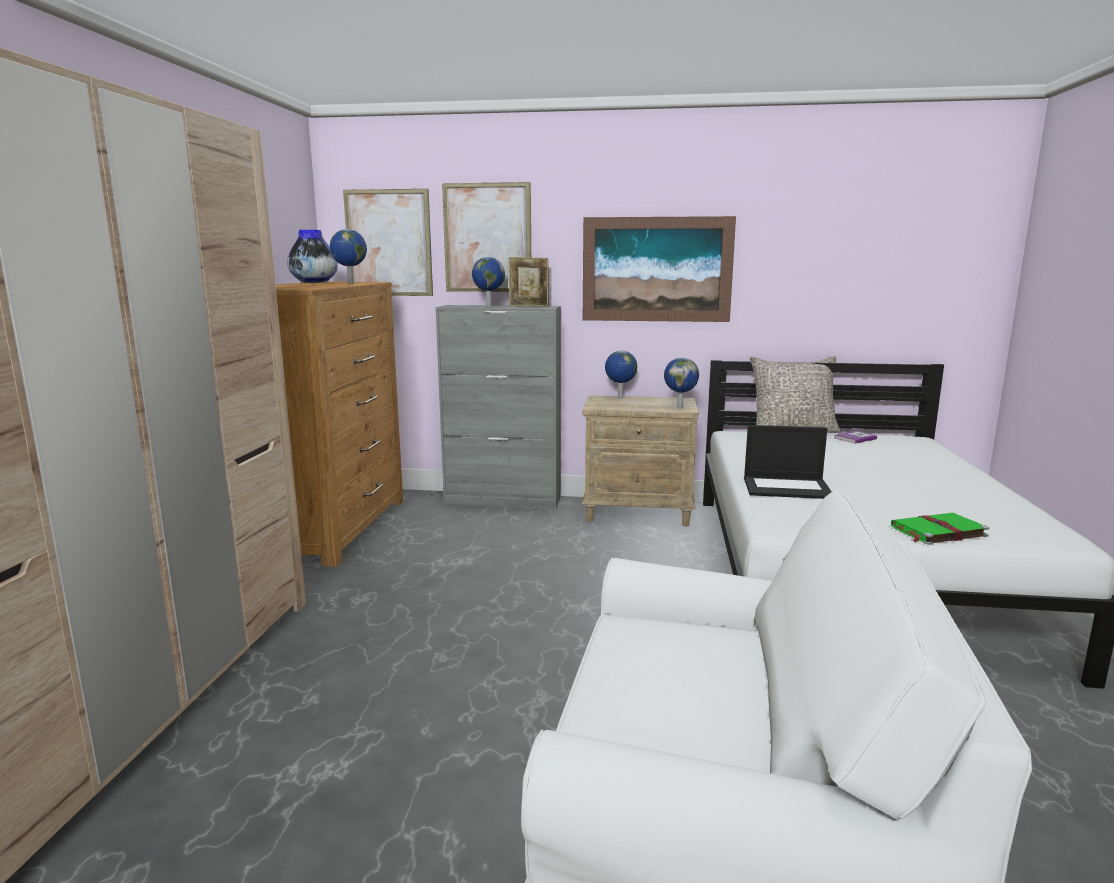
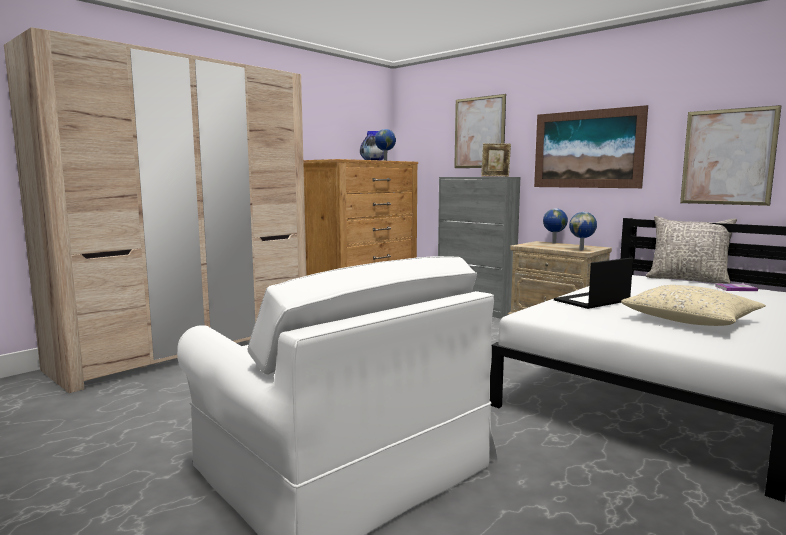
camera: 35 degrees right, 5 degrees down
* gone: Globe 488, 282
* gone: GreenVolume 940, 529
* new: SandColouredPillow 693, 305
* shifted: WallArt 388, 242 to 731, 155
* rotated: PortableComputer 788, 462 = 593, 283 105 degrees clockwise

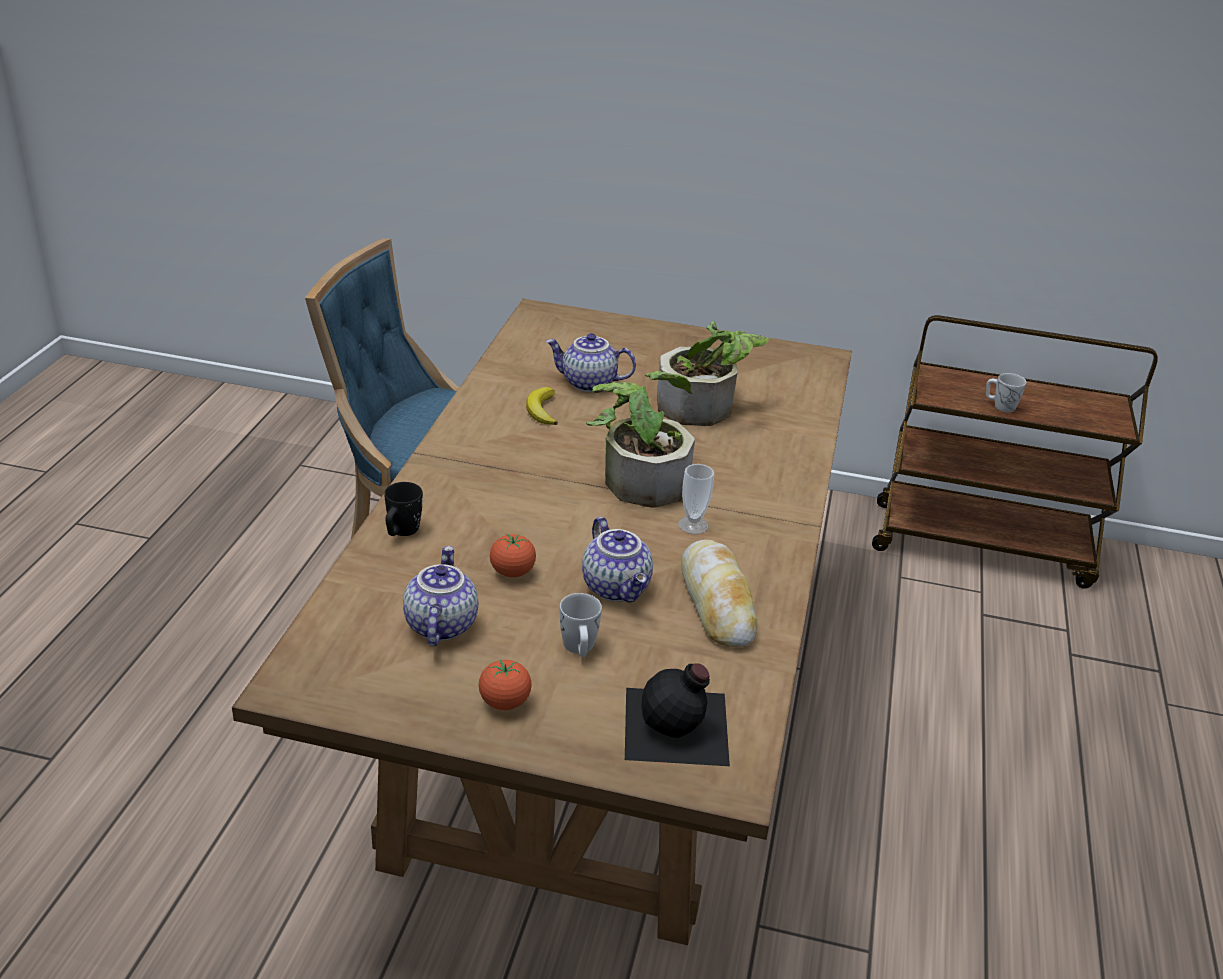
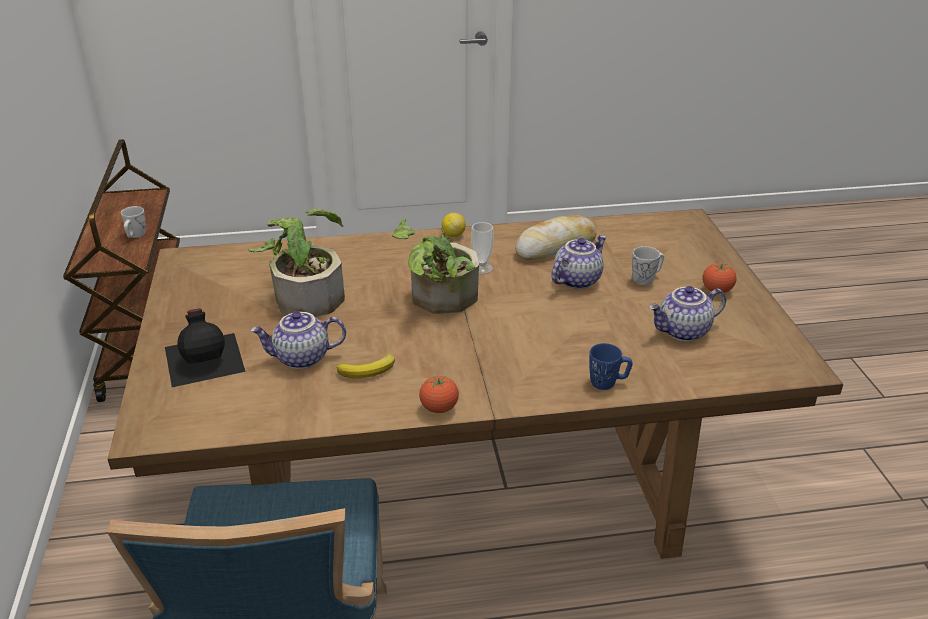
camera: 110 degrees left, 0 degrees up
* new: CitrusFruit 454, 225
* shifted: WholeTomato 513, 555 to 439, 394
* shifted: BlackDrinkBottle 677, 714 to 205, 347
* repainted: BlackCoffeeMug 403, 509 to BlueColouredCoffeeMug 611, 366
* rotated: Teapot 591, 362 = 298, 340 90 degrees clockwise

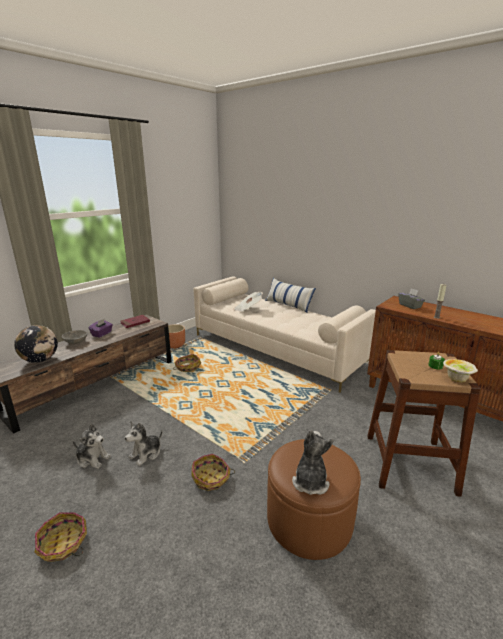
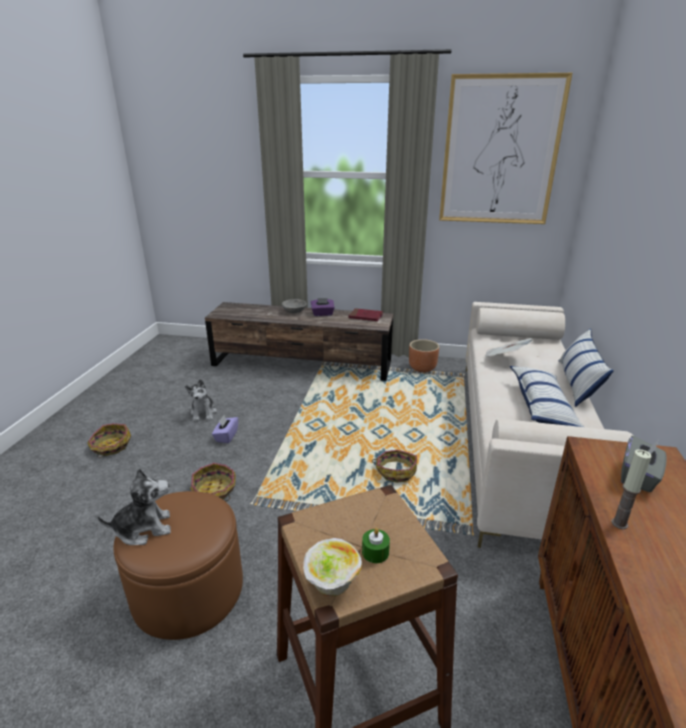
camera: 60 degrees right, 5 degrees up
* gone: Globe 36, 344
* new: WallArt 505, 148
* new: Pillow 547, 396
* shifted: HouseholdBasket 187, 363 to 394, 466
* swapped: PlushToy 144, 443 to PurpleBoxOfTissues 225, 429

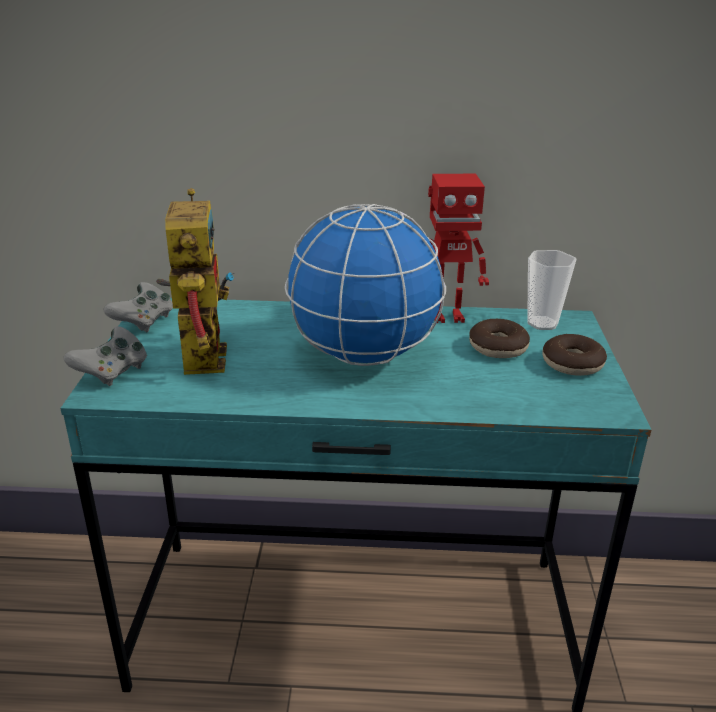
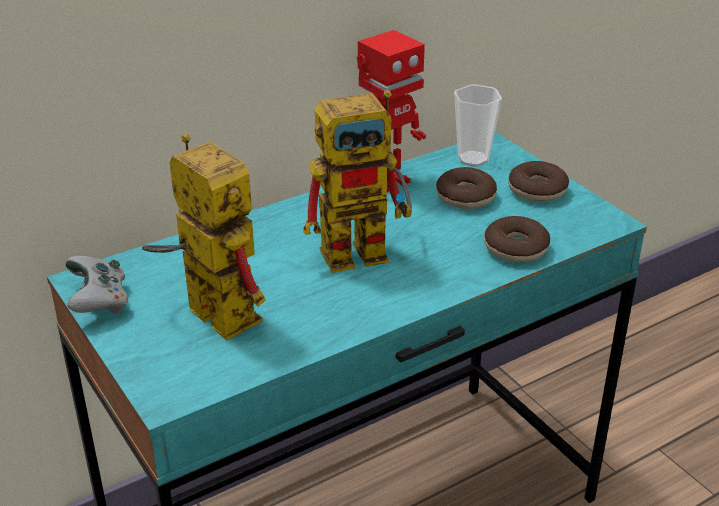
camera: 35 degrees left, 5 degrees up
* gone: GreyishJoypad 105, 356
* new: Donut 517, 239
* swapped: Globe 365, 285 to RobotFigure 357, 181

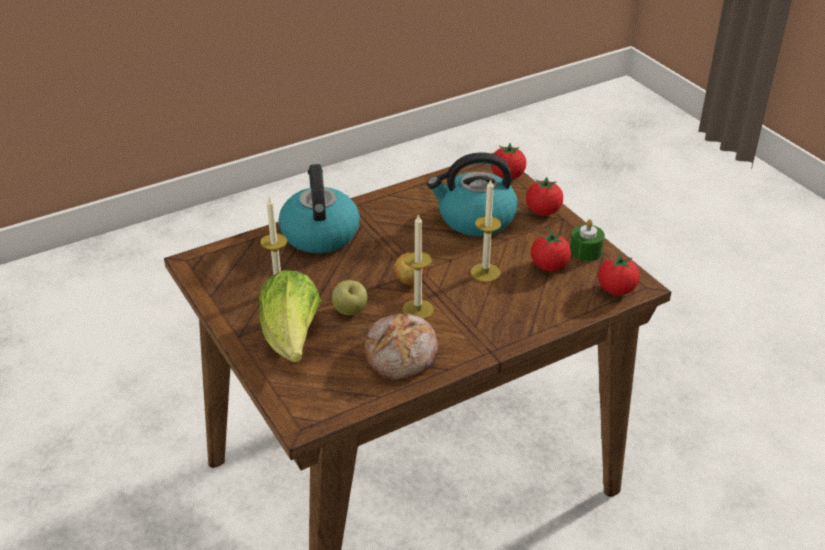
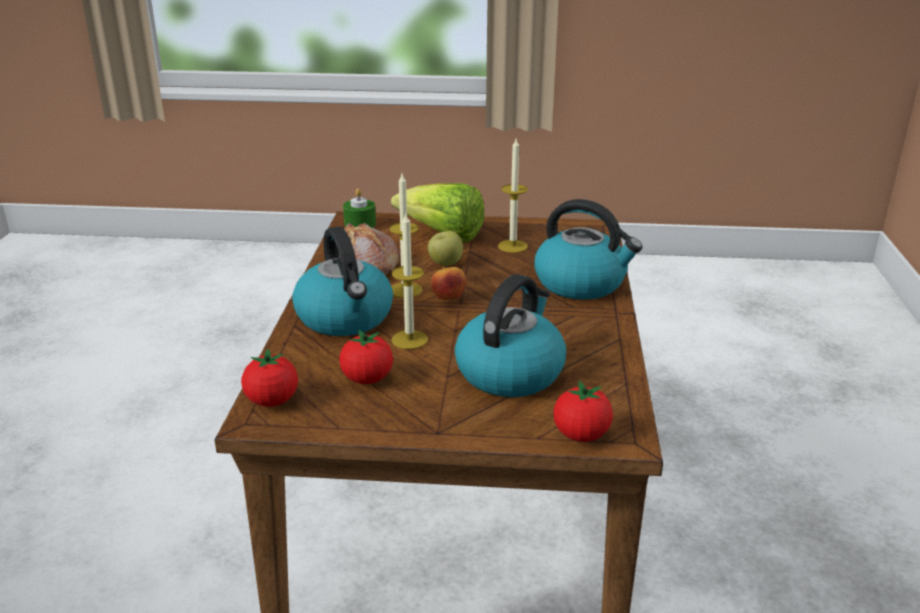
camera: 125 degrees right, 10 degrees down
* gone: WholeTomato 544, 196
* new: WaterKettle 342, 281
* shifted: GreenCandle 587, 240 to 359, 208

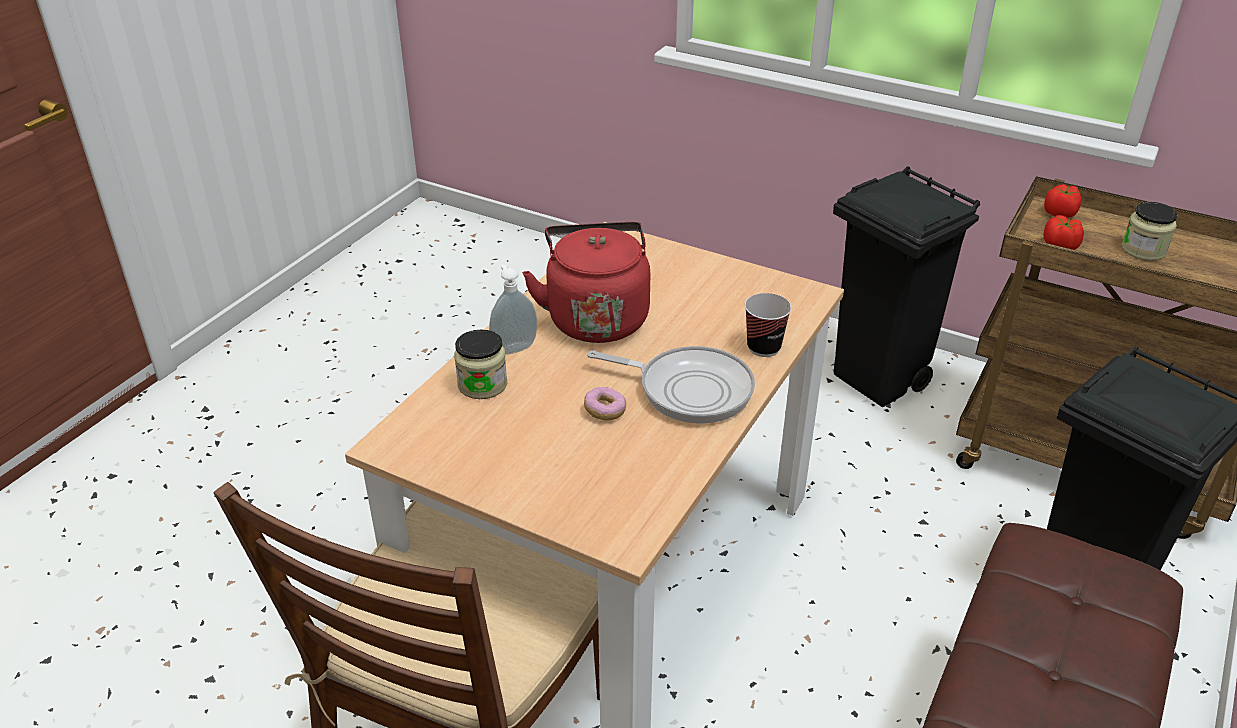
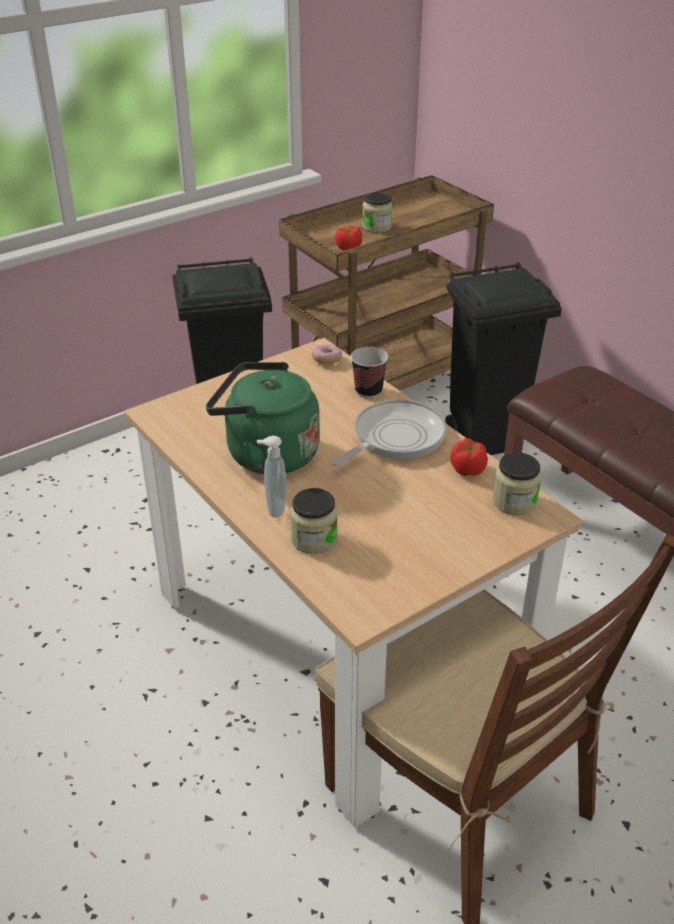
camera: 65 degrees left, 0 degrees up
* new: StorageJar 516, 483
* shifted: Donut 605, 404 to 327, 354
* shifted: WholeTomato 1062, 201 to 469, 457
* repainted: RedWaterKettle 586, 282 to GreenWaterKettle 263, 418

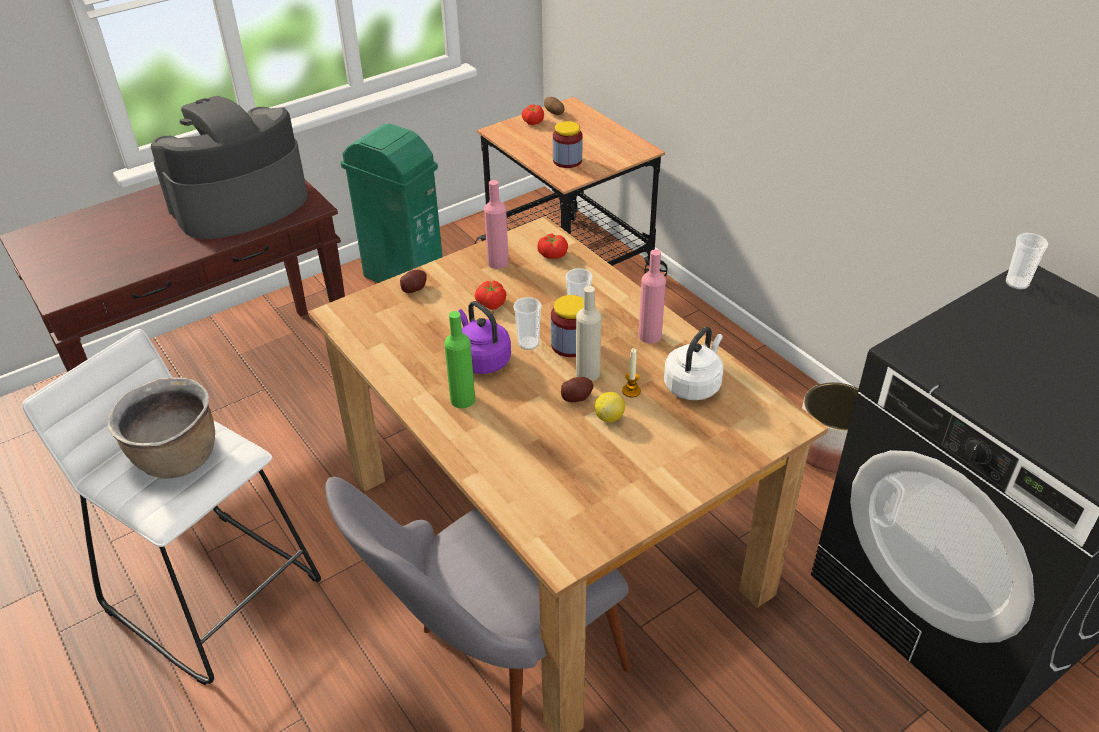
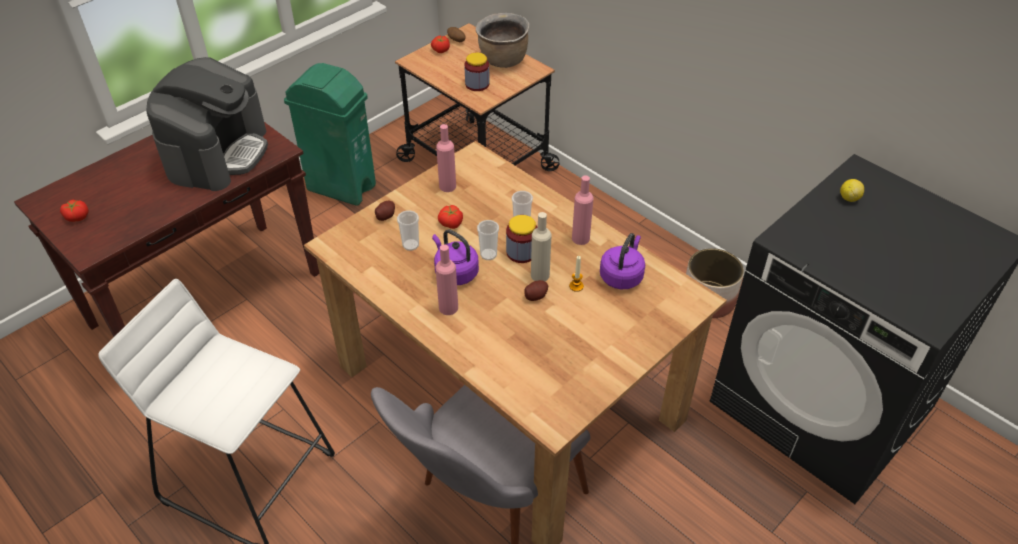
camera: 10 degrees left, 5 degrees up
* shifted: BrownStockpot 161, 428 to 503, 40
* shifted: WholeTomato 552, 246 to 74, 211
* shifted: CitrusFruit 610, 407 to 852, 190
* shifted: SmallCup 1027, 261 to 408, 230
* repainted: GreenDrinkBottle 459, 359 to PinkDrinkBottle 447, 279
* repainted: WhitishWaterKettle 693, 363 to PurpleWaterKettle 622, 261
* rotated: CoffeeMaker 229, 167 = 207, 124 150 degrees clockwise

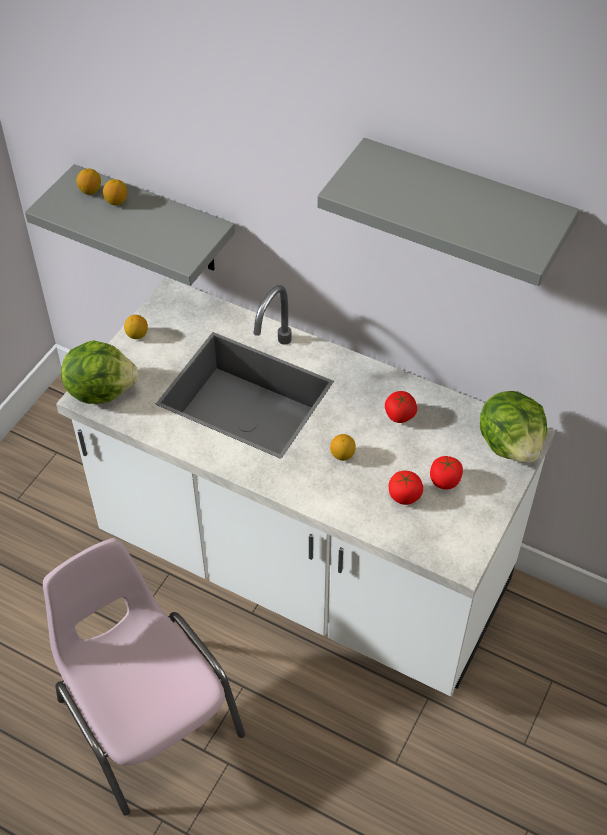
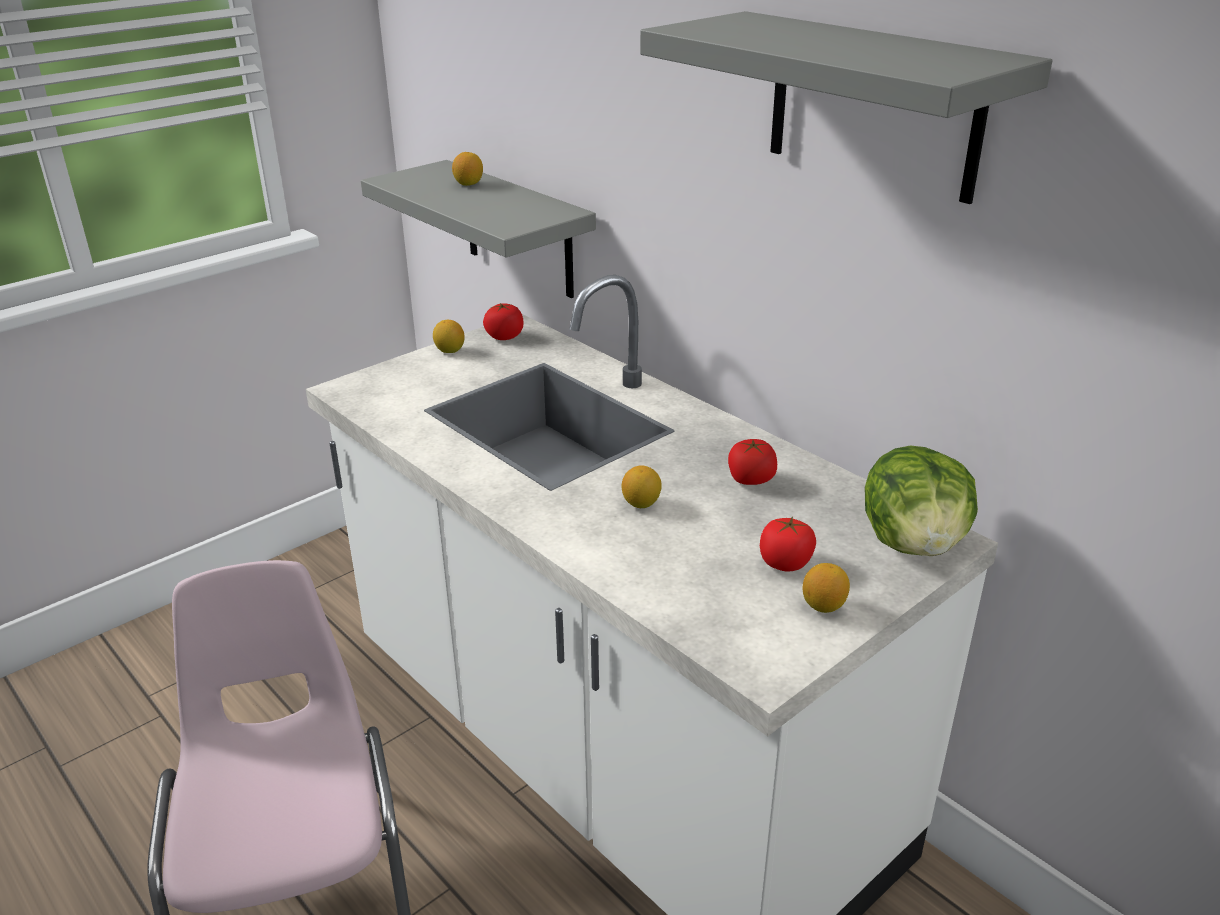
camera: 20 degrees right, 20 degrees down
* gone: HeadOfLettuce 100, 372
* shifted: CitrusFruit 89, 182 to 826, 588
* shifted: WholeTomato 406, 488 to 503, 321

